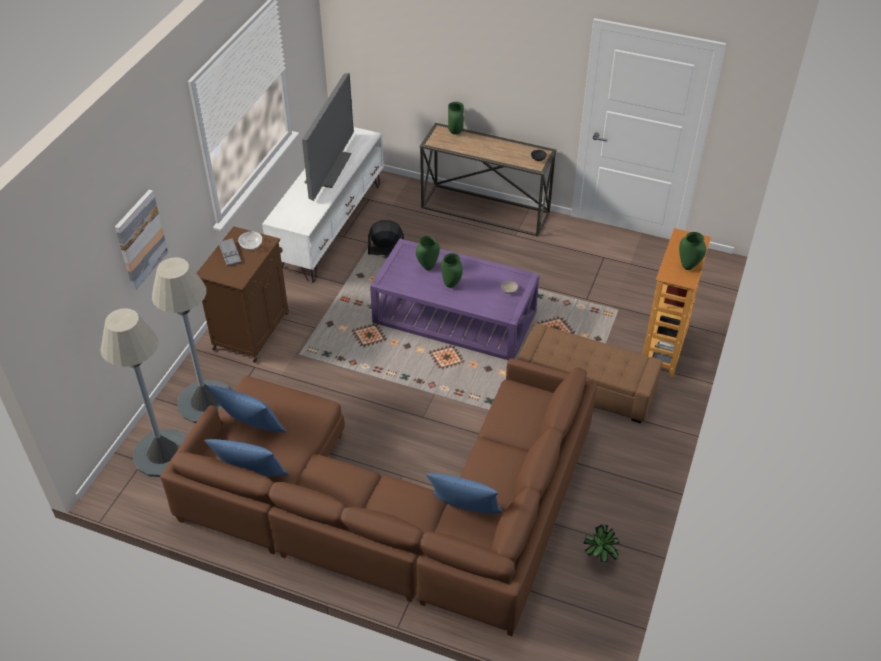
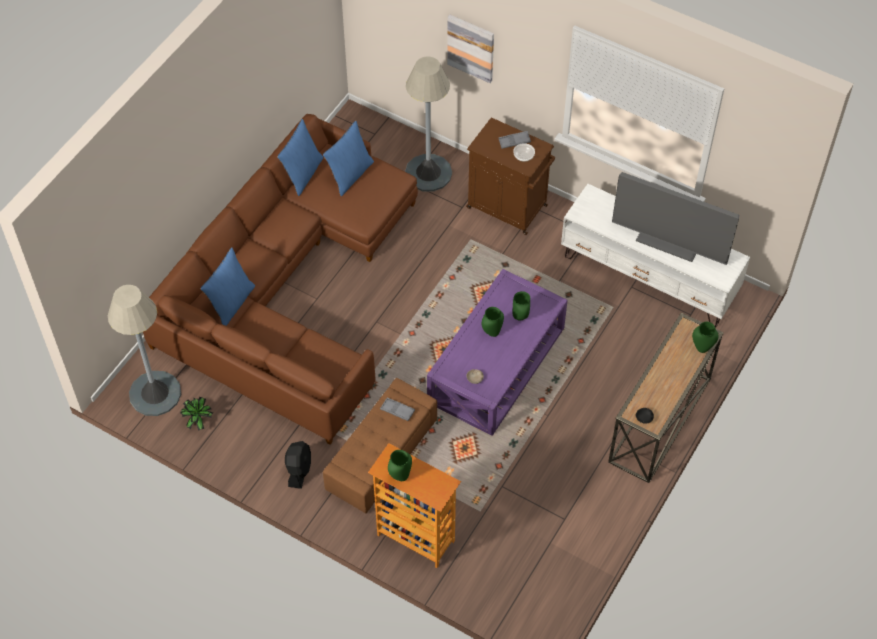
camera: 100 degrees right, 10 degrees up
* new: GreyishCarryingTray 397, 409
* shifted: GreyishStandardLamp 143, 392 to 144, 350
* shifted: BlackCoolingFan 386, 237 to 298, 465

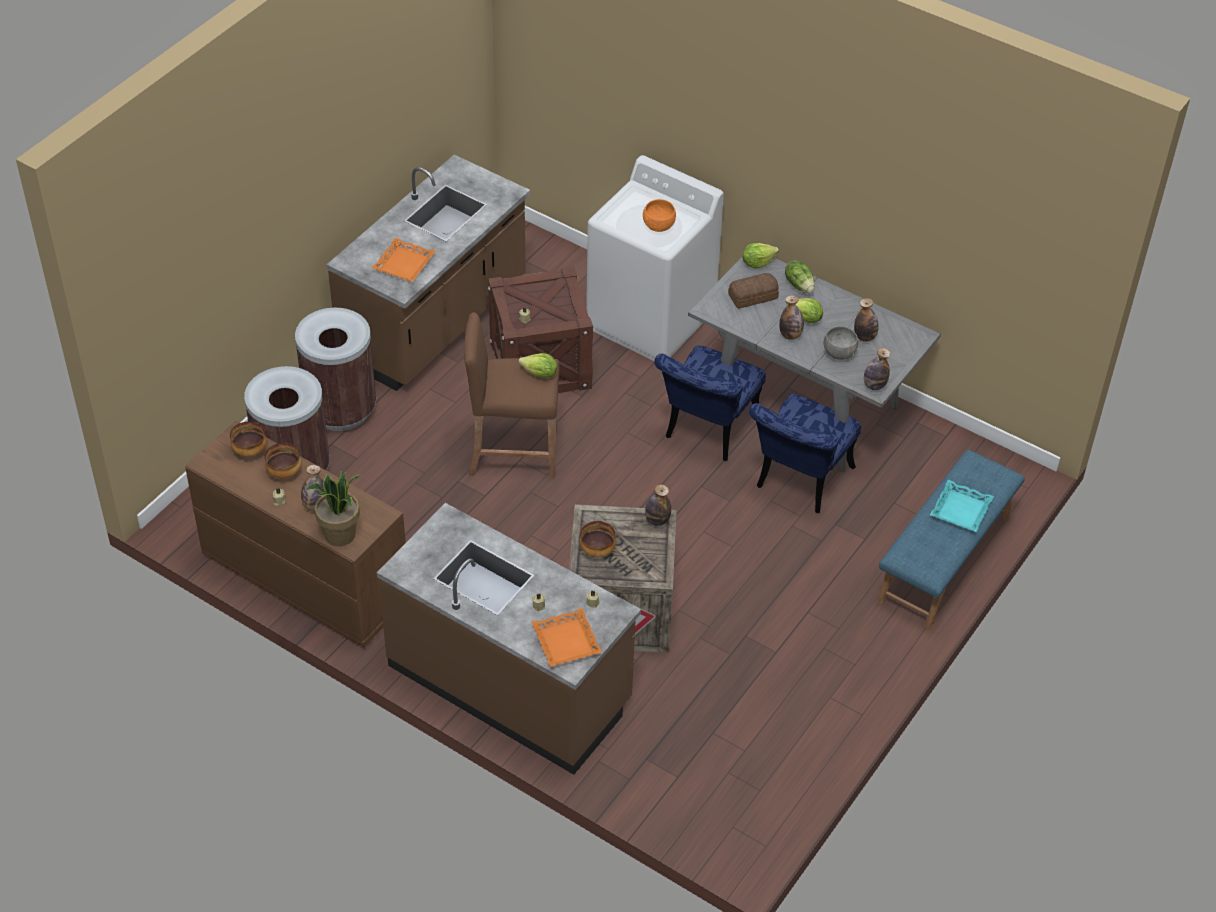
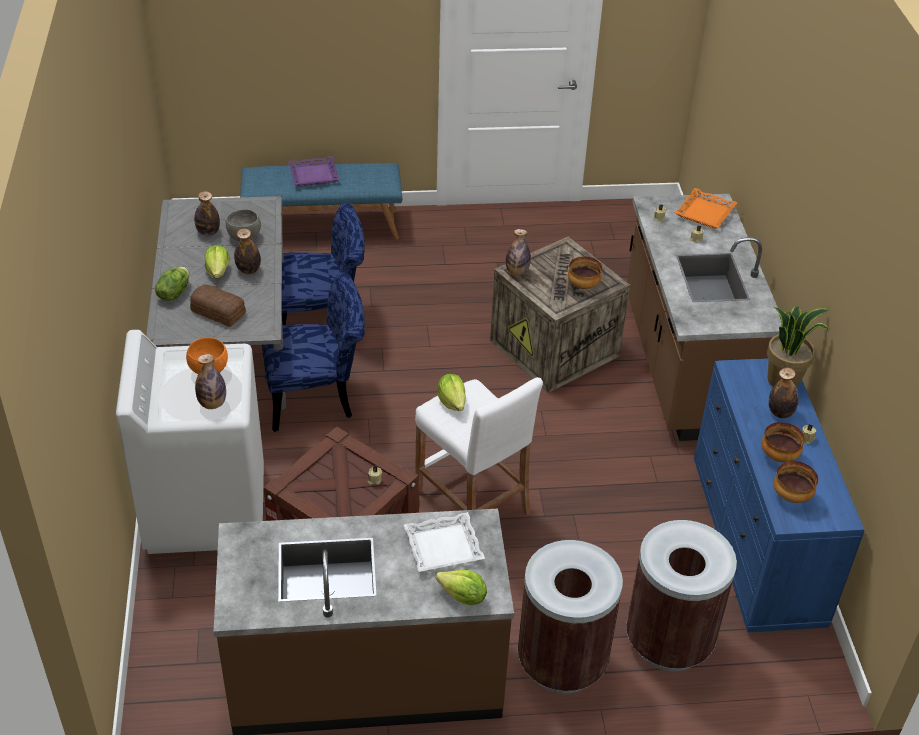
camera: 130 degrees left, 5 degrees down
* shifted: HeadOfLettuce 760, 255 to 461, 587
* shifted: DrinkBottle 877, 369 to 210, 381
* repainted: BrownDresser 295, 534 to BlueColouredDresser 779, 495
* repainted: OrangeCarryingTray 404, 260 to WhitishCarryingTray 444, 542
* repainted: BrownStool 511, 395 to WhitishStool 479, 446
* repainted: TurquoiseColouredCarryingTray 962, 506 to PurpleCarryingTray 314, 171

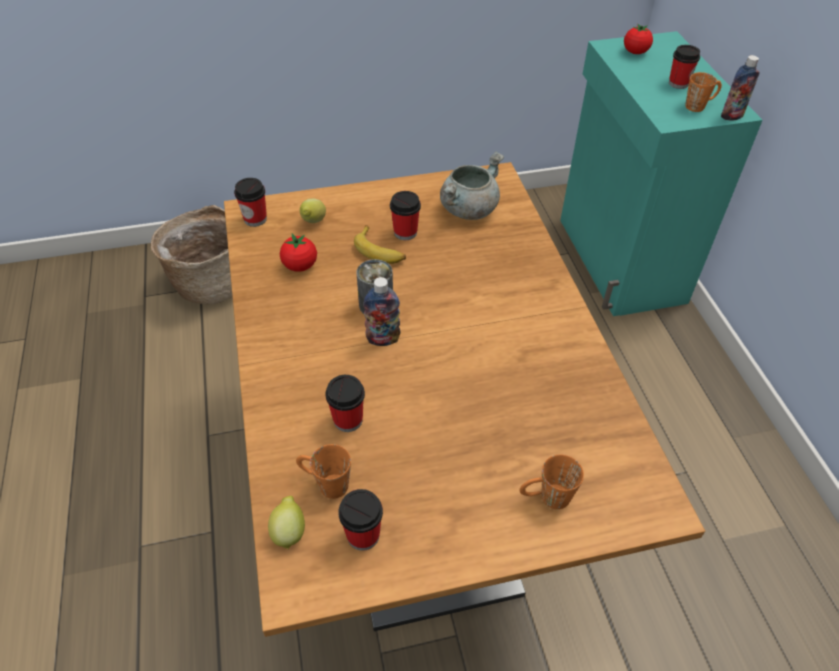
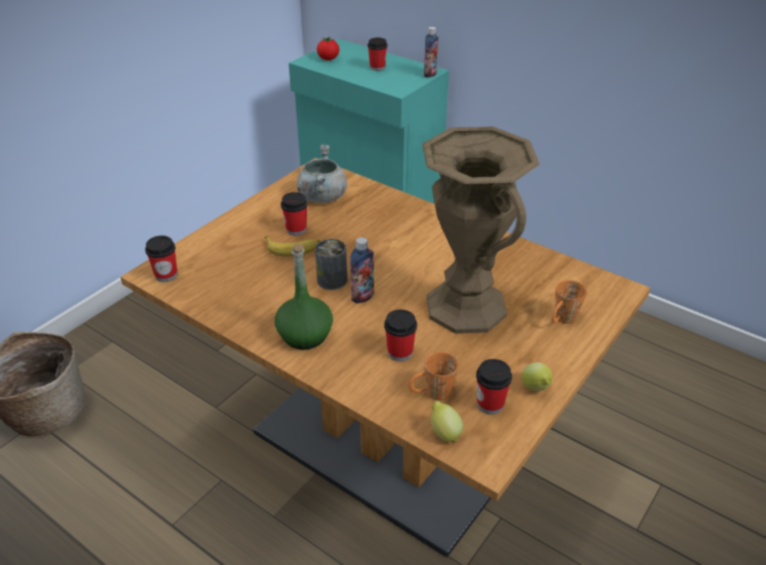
camera: 40 degrees left, 10 degrees down
* gone: WholeTomato 298, 253
* gone: OrangeCoffeeMug 703, 92
* new: GreenDrinkBottle 304, 297
* new: BrownFlowerVase 481, 230
* shifted: CitrusFruit 313, 210 to 537, 376

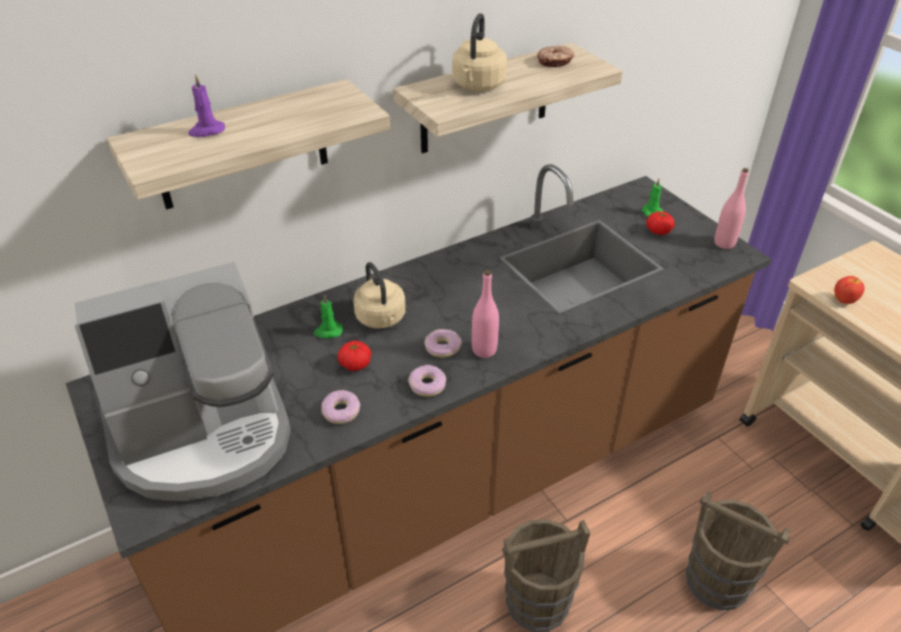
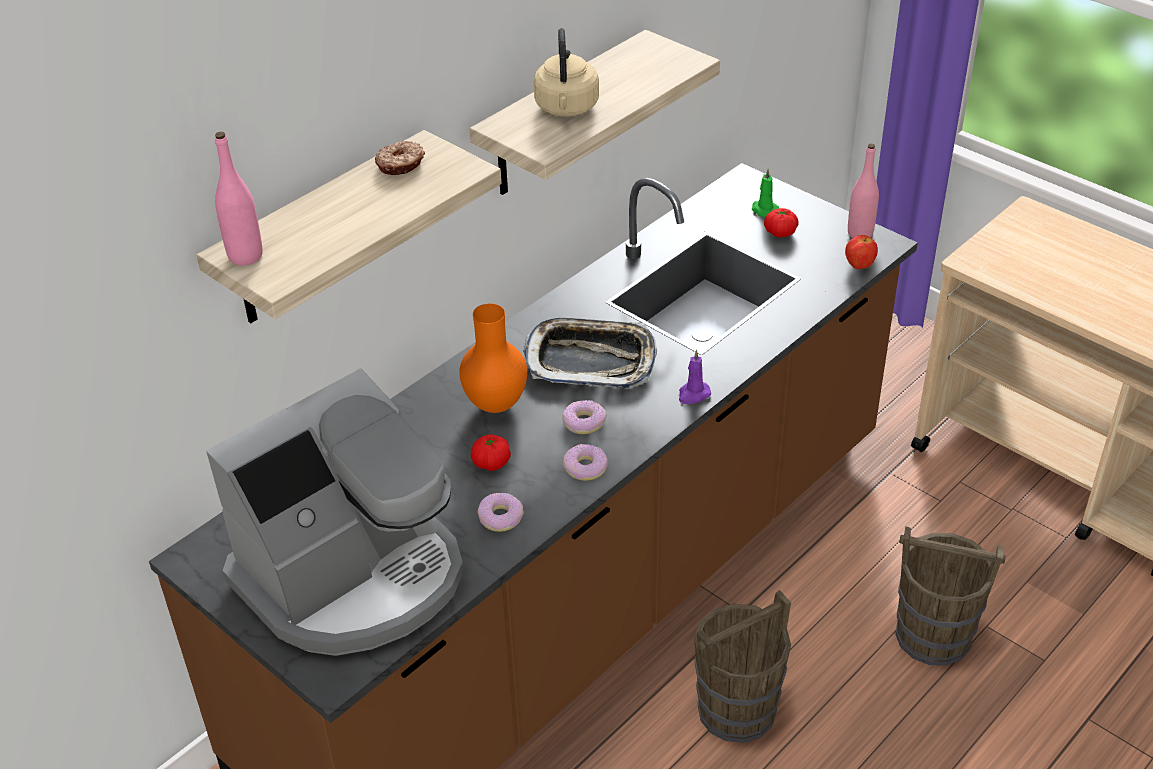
camera: 15 degrees left, 0 degrees up
* gone: GreenCandle 328, 316
* new: CarryingTray 590, 353
* shifted: PurpleCandle 206, 105 to 695, 376
* shifted: PinkDrinkBottle 485, 314 to 239, 199
* shifted: Donut 555, 56 to 400, 158
* shifted: Apple 849, 290 to 861, 252
* swapped: SandColouredWaterKettle 379, 295 to OrangeFlowerVase 493, 358

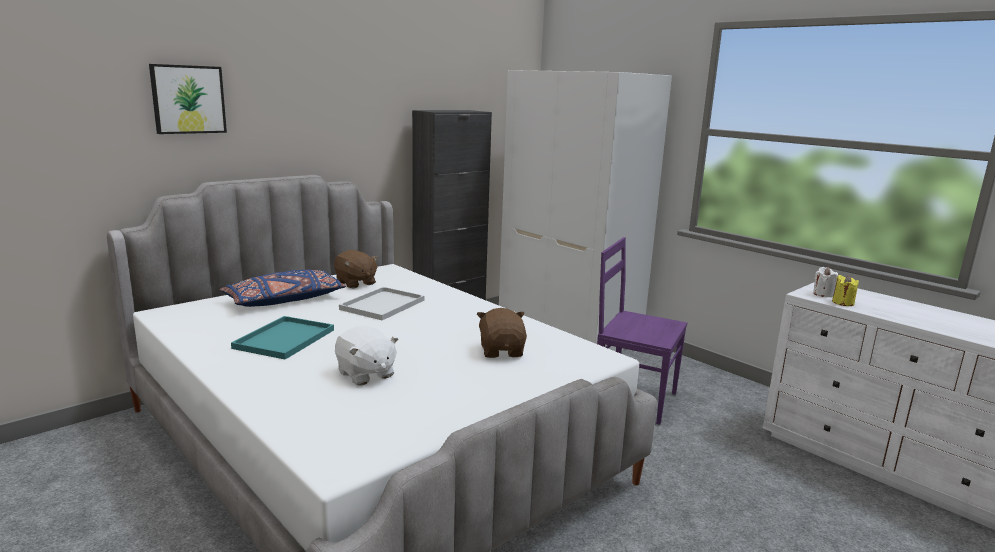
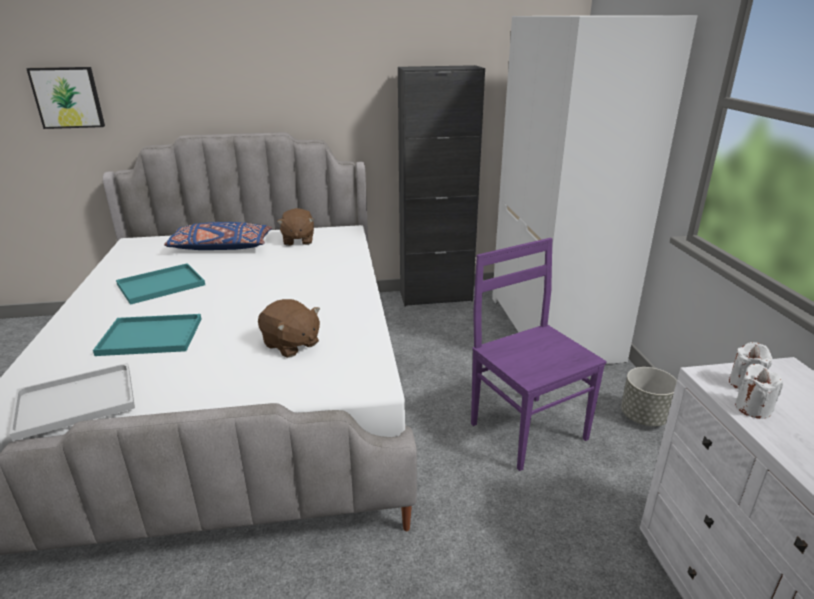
camera: 35 degrees right, 10 degrees up
* new: GreyishPlantPot 649, 396
* shifted: WallArt 188, 99 to 65, 98
* shifted: WhitishCarryingTray 381, 303 to 72, 402
* swapped: WhitishPlushToy 366, 356 to TurquoiseColouredCarryingTray 147, 335
* repainted: YellowCandle 845, 290 to WhitishCandle 759, 391
* rotated: BrownPlushToy 502, 333 = 289, 328 105 degrees clockwise

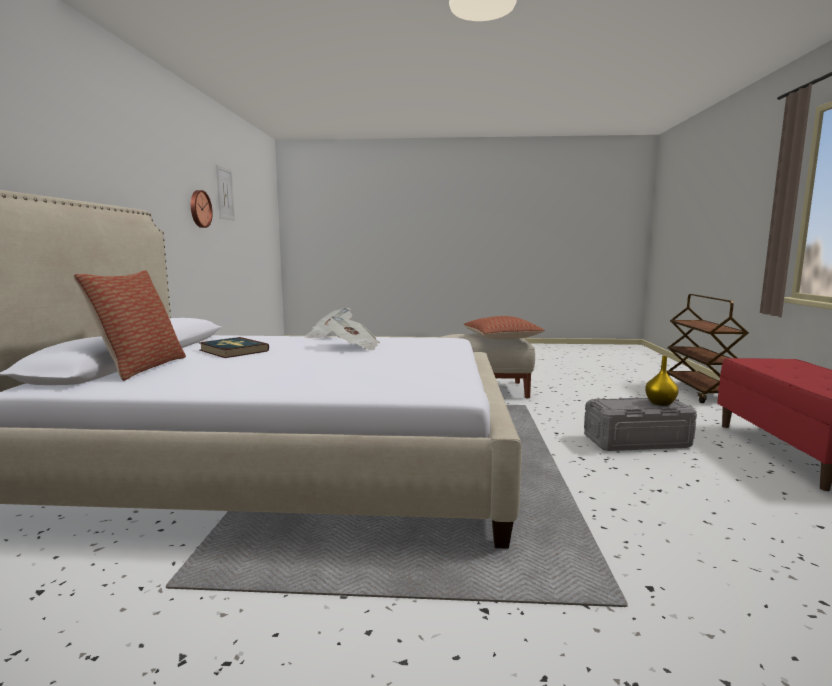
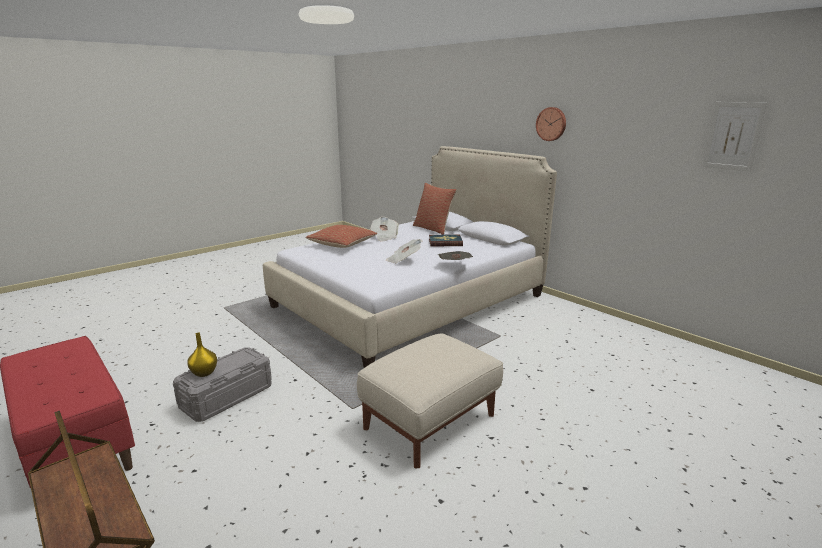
camera: 135 degrees right, 10 degrees up
* new: Newspaper 384, 229
* shifted: ClockOnTheWall 202, 209 to 551, 124
* shifted: Pillow 504, 328 to 341, 236

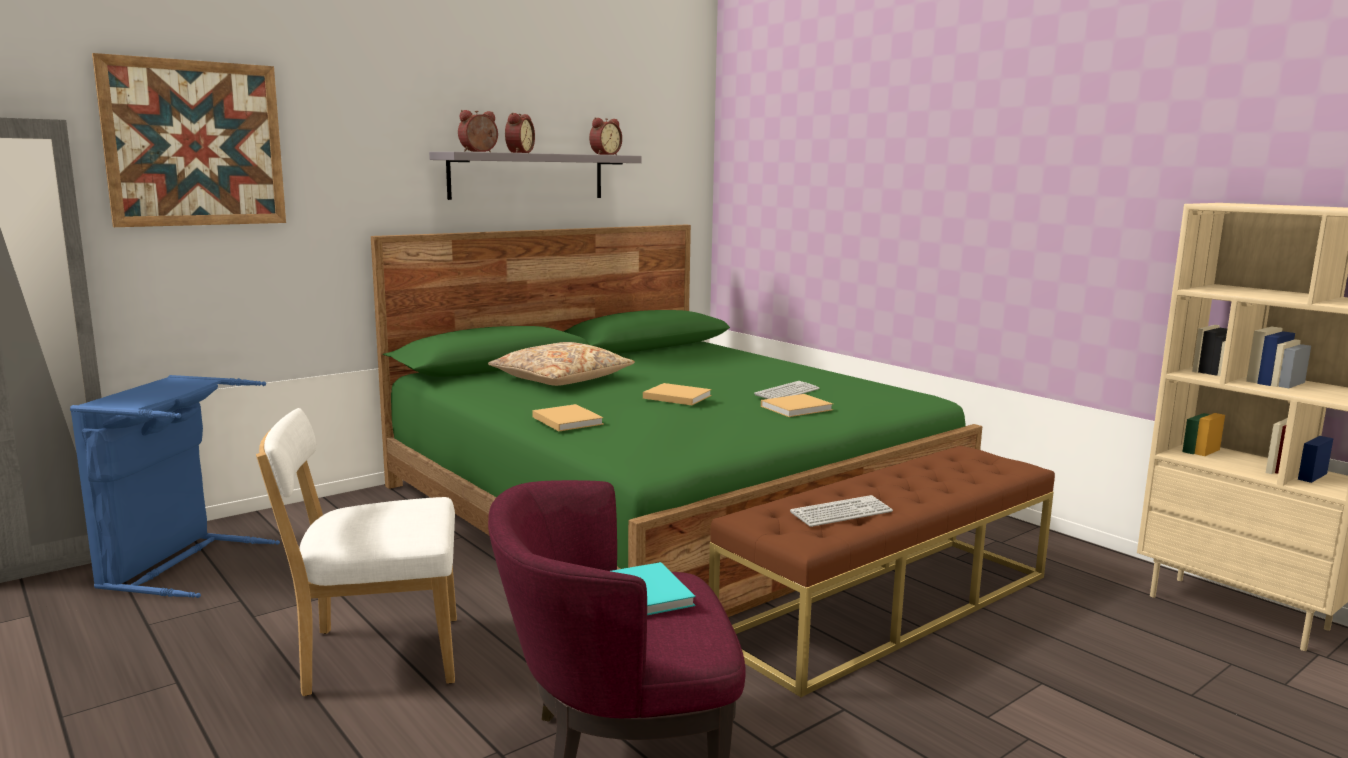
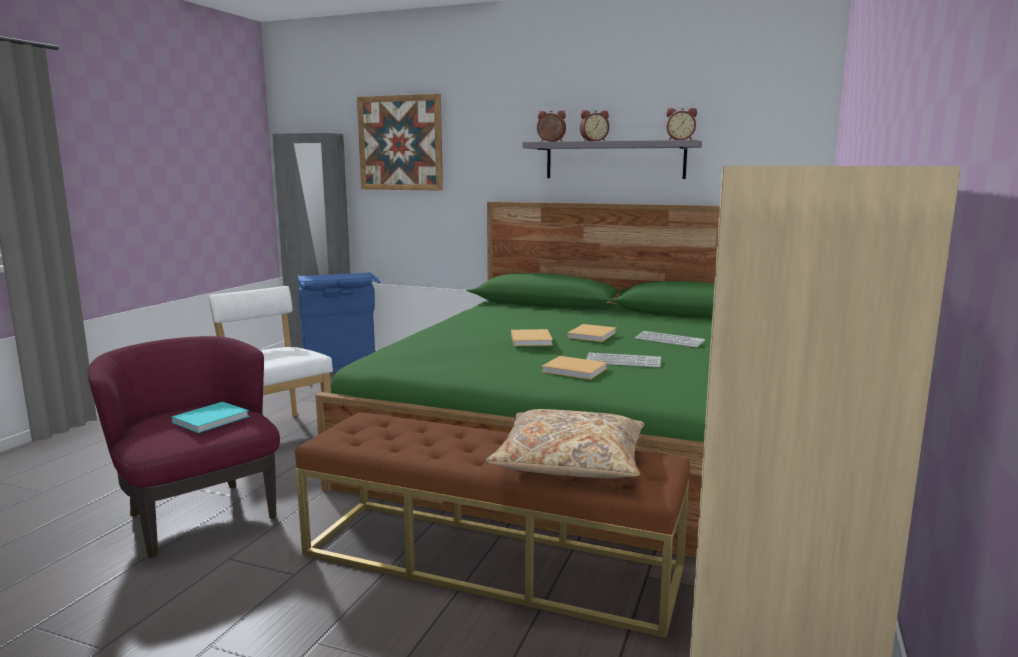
camera: 60 degrees right, 0 degrees up
* shifted: SandColouredPillow 561, 364 to 565, 444
* shifted: SandColouredVolume 568, 417 to 592, 333
* shifted: PcKeyboard 841, 511 to 670, 339

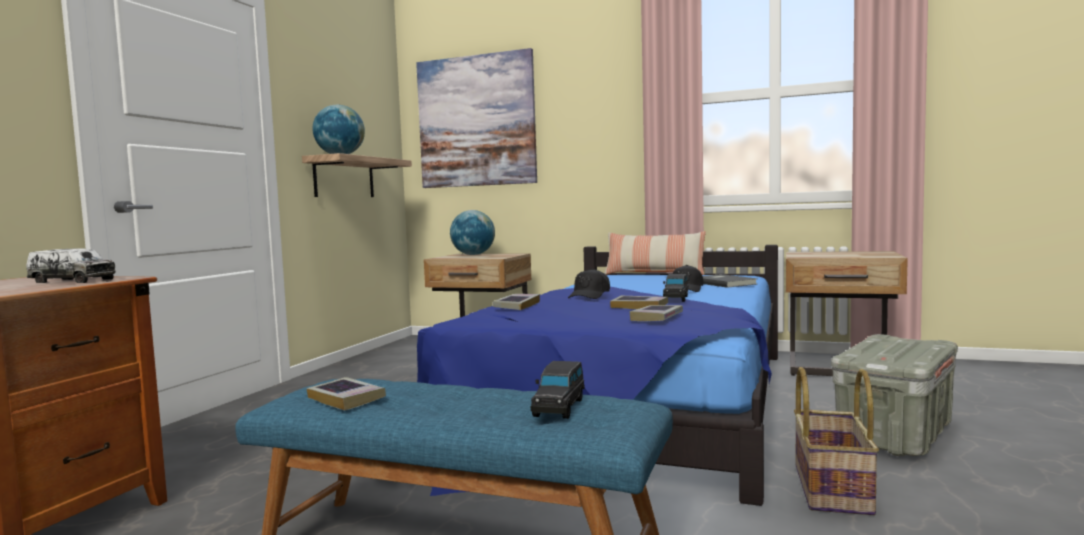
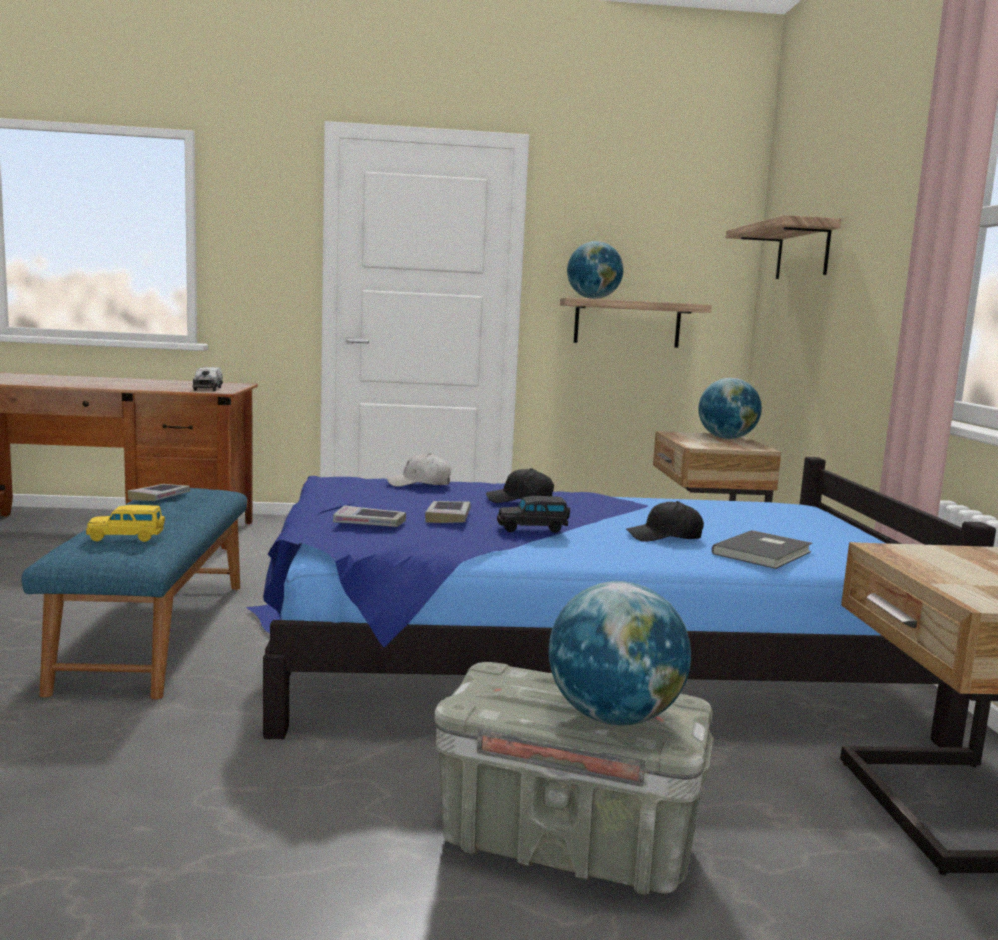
camera: 65 degrees right, 5 degrees up
* gone: Pillow 655, 253
* gone: HouseholdBasket 836, 441
* new: Globe 620, 653
* swapped: WallArt 476, 118 to Shelf 783, 247
* swapped: Volume 516, 302 to WhitishPeakedCap 419, 470
* repainted: BlackModelCar 558, 390 to YellowModelCar 125, 523

